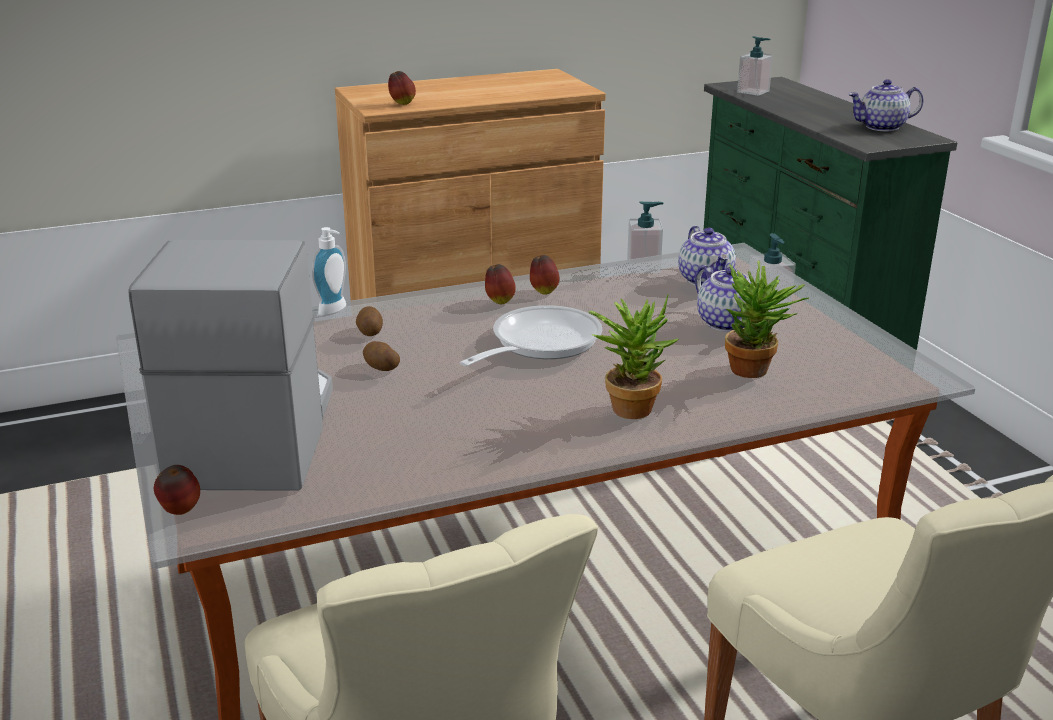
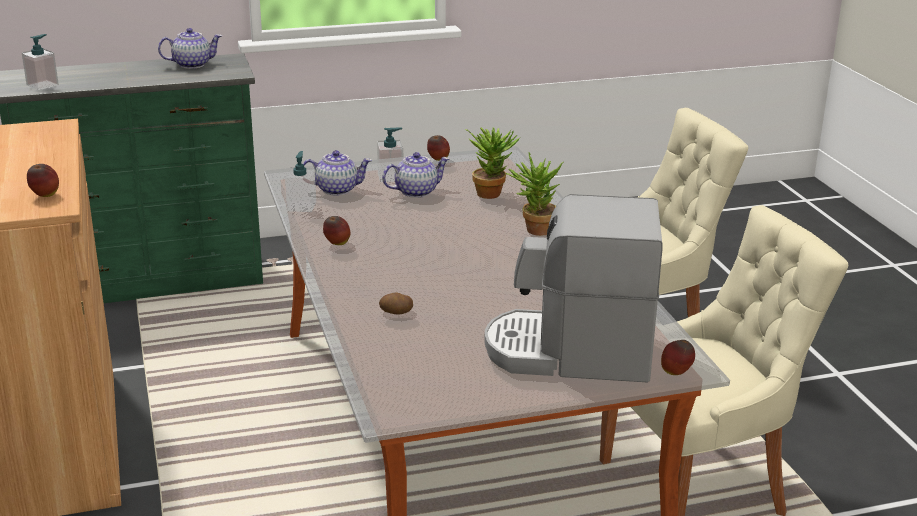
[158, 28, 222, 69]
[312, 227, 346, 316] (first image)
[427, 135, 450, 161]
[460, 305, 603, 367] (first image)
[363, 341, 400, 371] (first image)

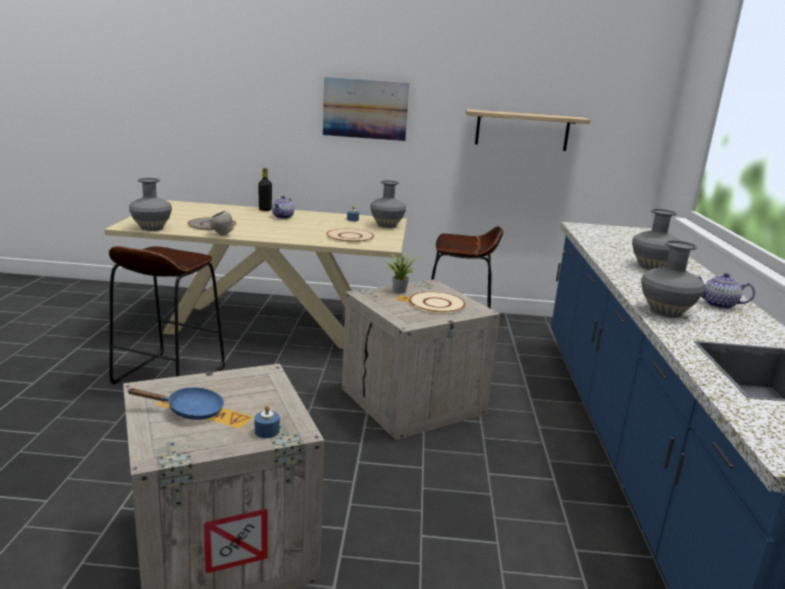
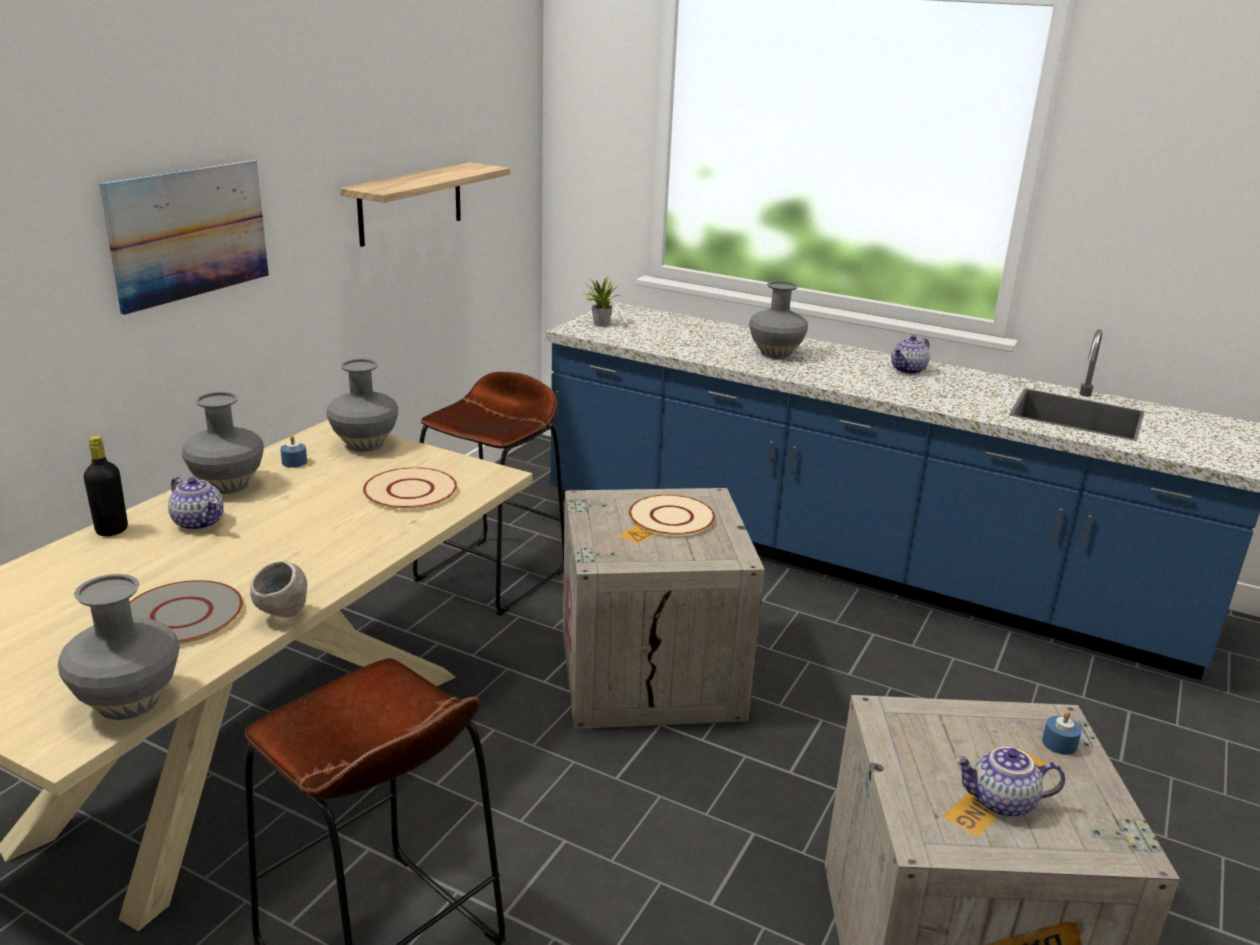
[182, 392, 264, 494]
[582, 276, 620, 327]
[954, 747, 1065, 818]

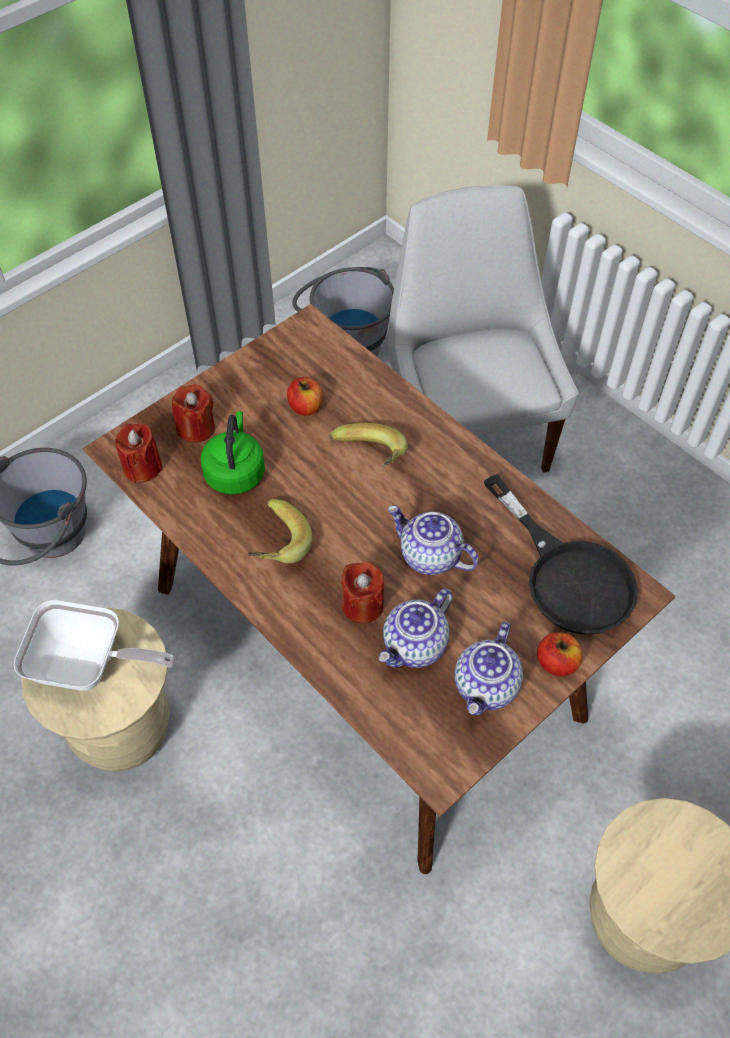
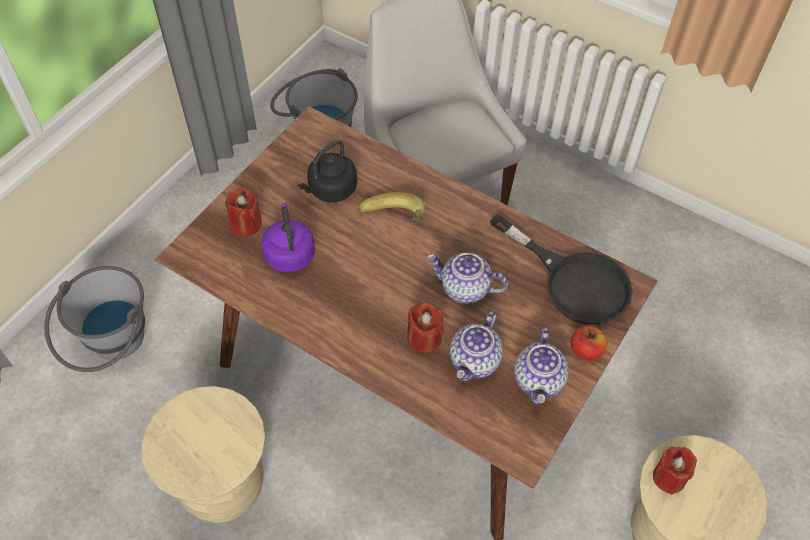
[297, 140, 357, 202]
[262, 203, 315, 272]
[653, 447, 697, 495]
[247, 499, 312, 563] (first image)
[13, 600, 175, 691] (first image)

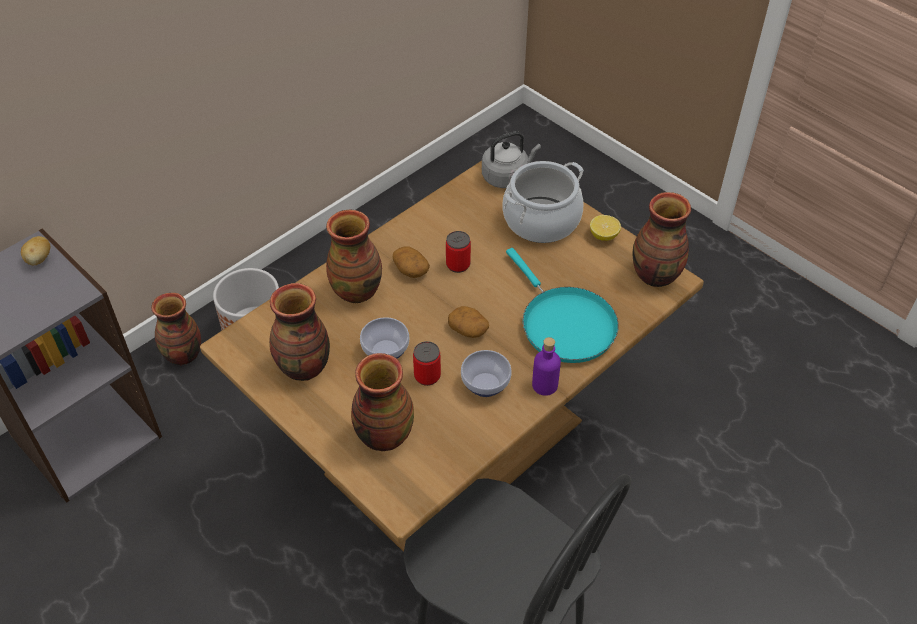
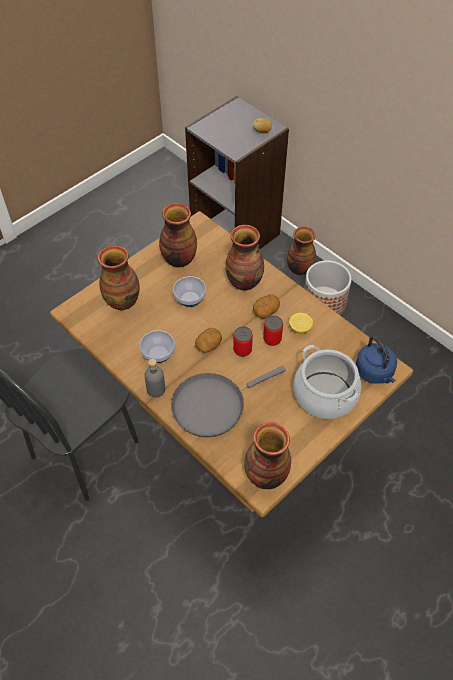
[356, 336, 397, 384]
[289, 313, 313, 334]
[171, 365, 286, 438]
[145, 359, 165, 398]
[233, 326, 253, 357]

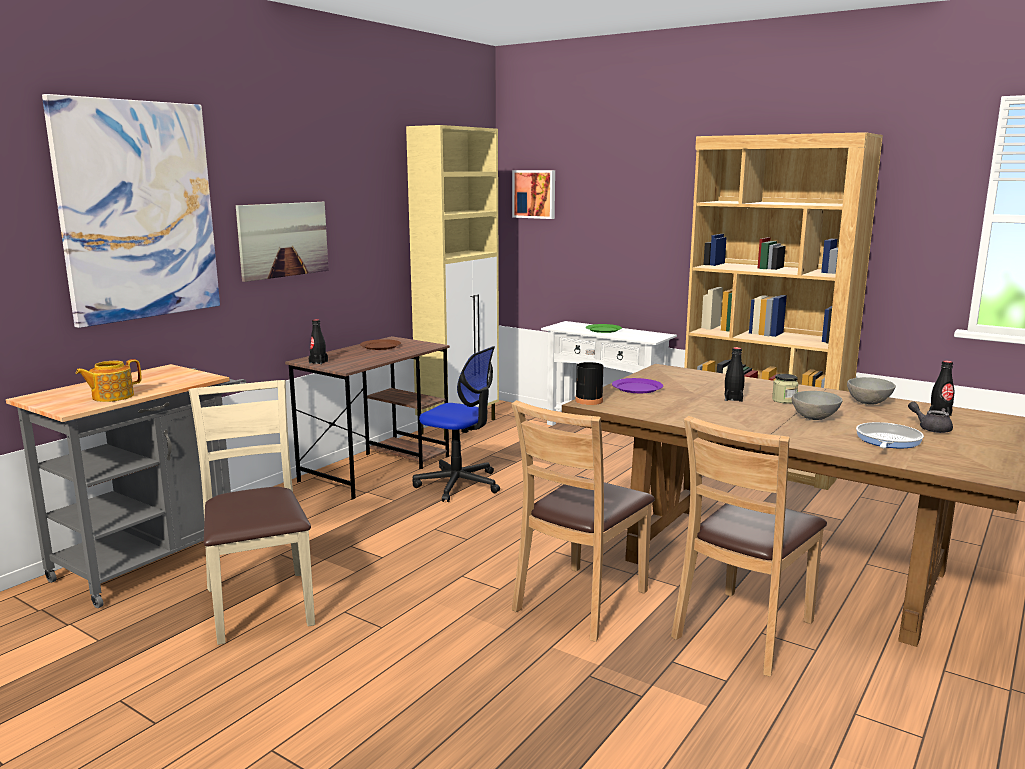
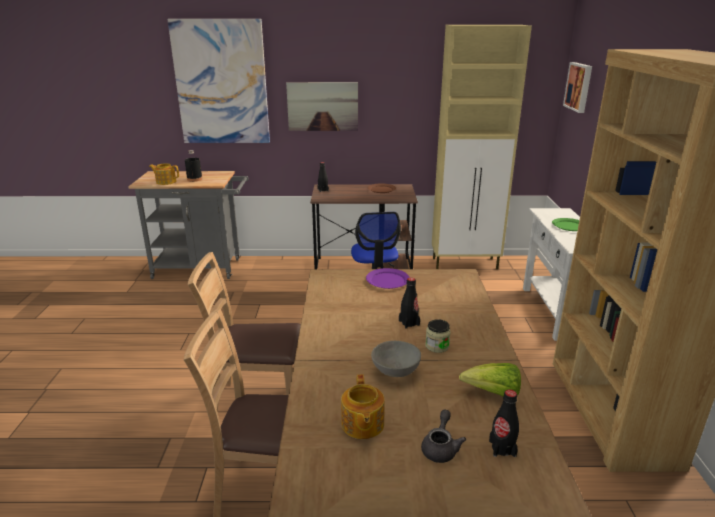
[185, 150, 203, 182]
[459, 363, 521, 396]
[189, 380, 315, 645] (first image)
[341, 375, 385, 439]

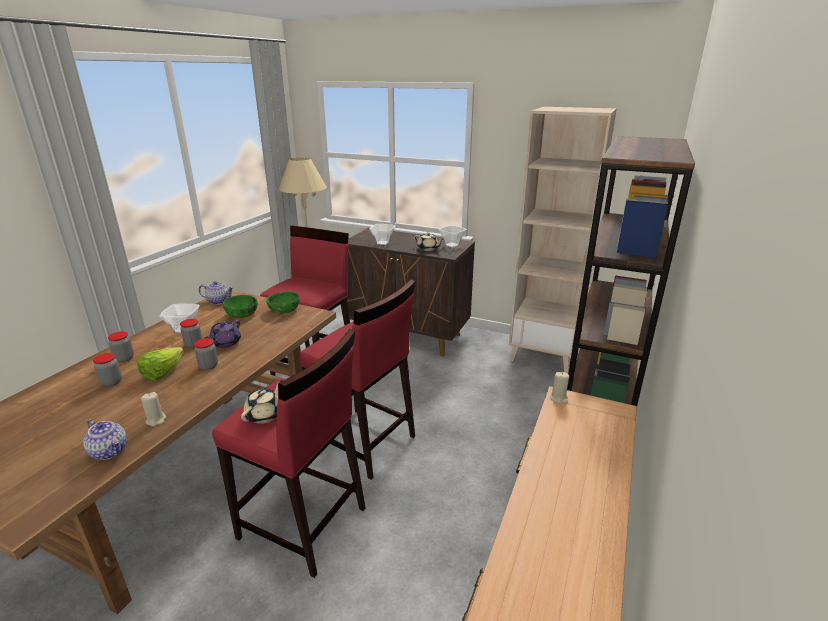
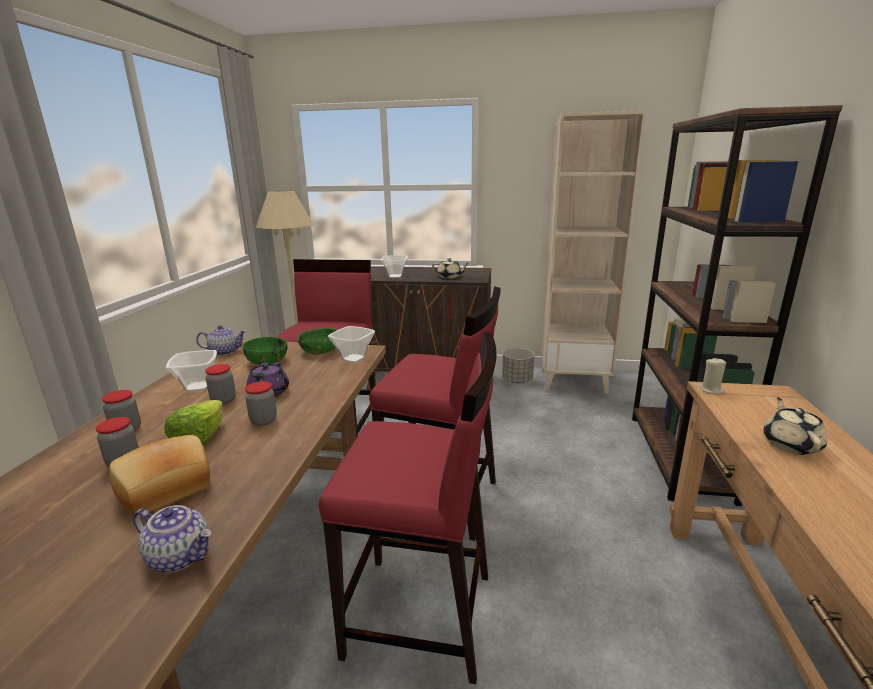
[328, 326, 375, 363]
[764, 397, 827, 455]
[141, 392, 166, 426] (first image)
[502, 348, 534, 383]
[109, 435, 210, 516]

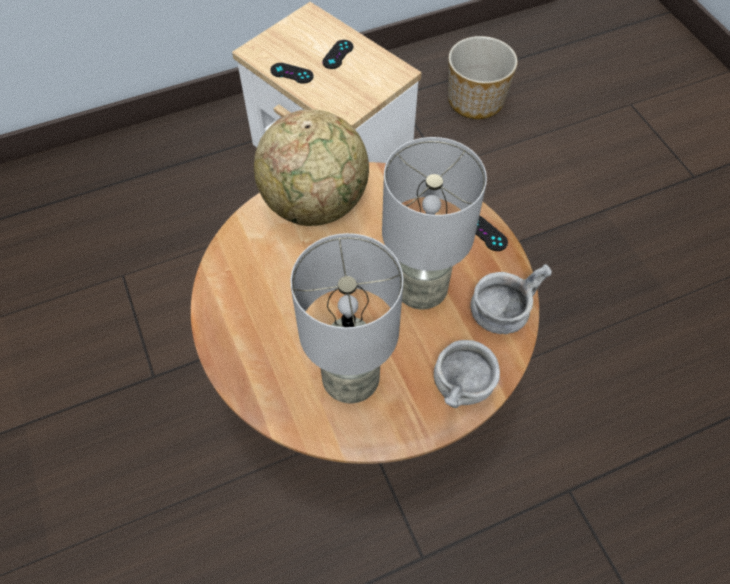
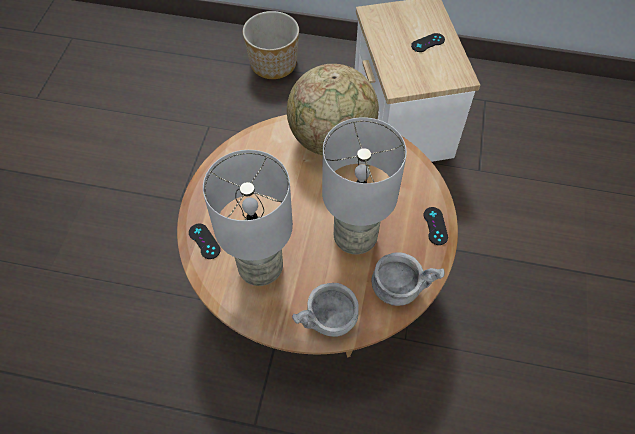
[243, 11, 299, 79]
[189, 224, 221, 259]

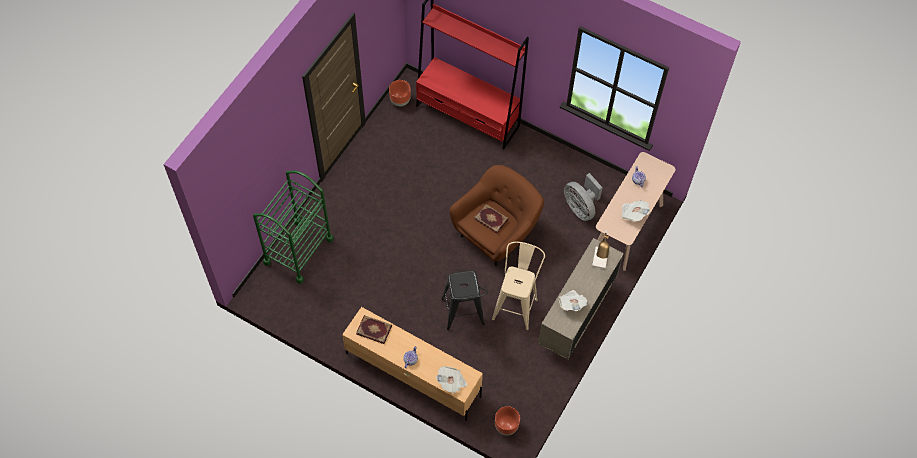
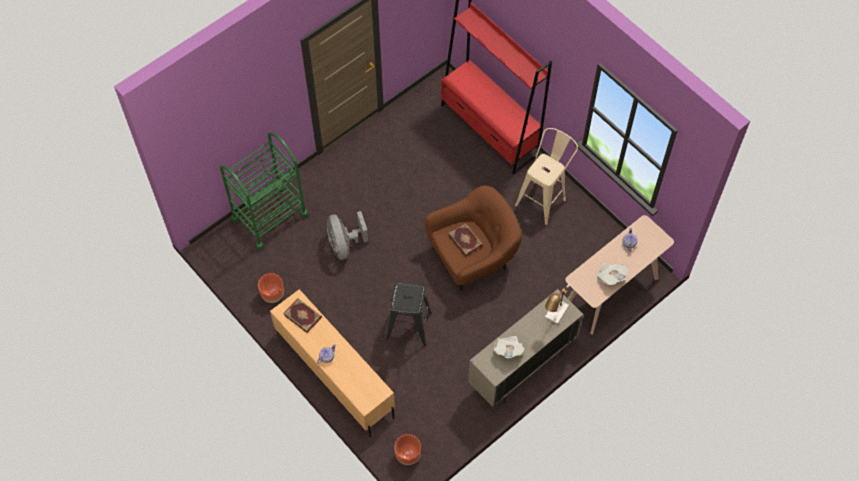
[258, 273, 284, 303]
[327, 211, 368, 260]
[515, 128, 578, 225]
[436, 366, 468, 393] (first image)

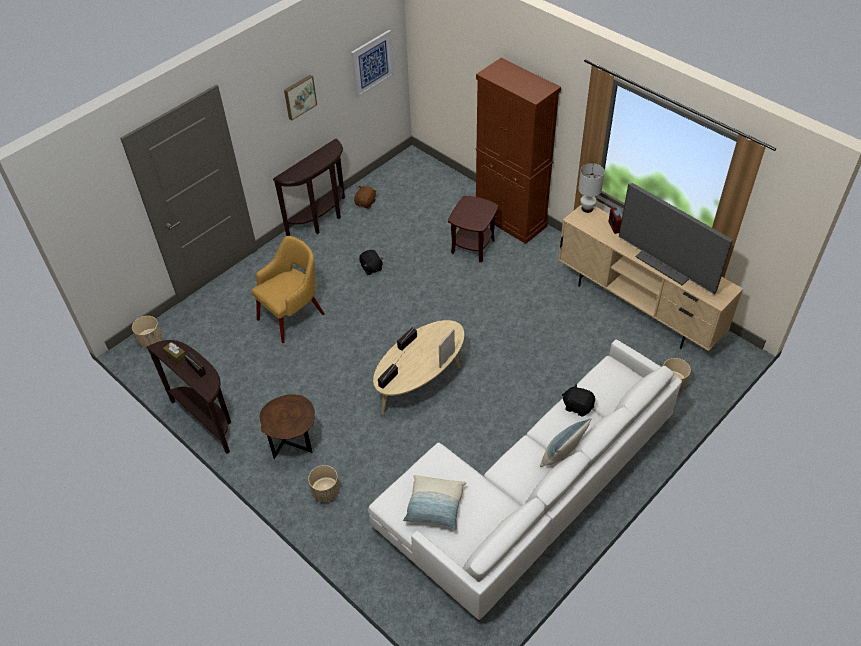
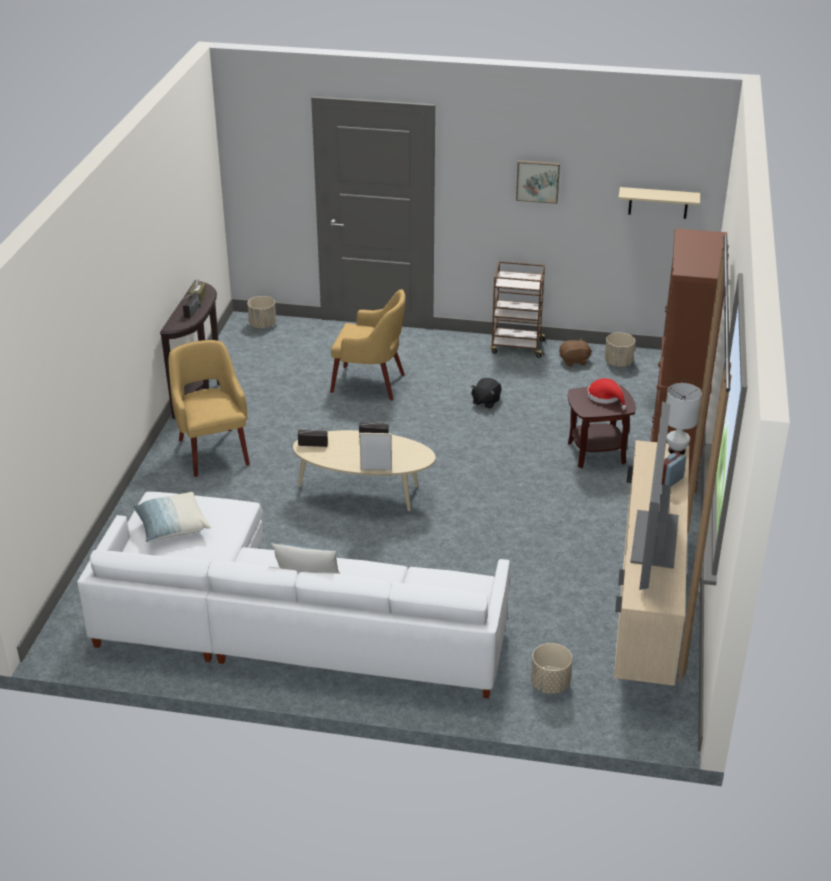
[618, 187, 700, 219]
[490, 261, 548, 358]
[562, 384, 595, 417] (first image)
[168, 340, 250, 477]
[605, 333, 635, 367]
[587, 378, 627, 410]

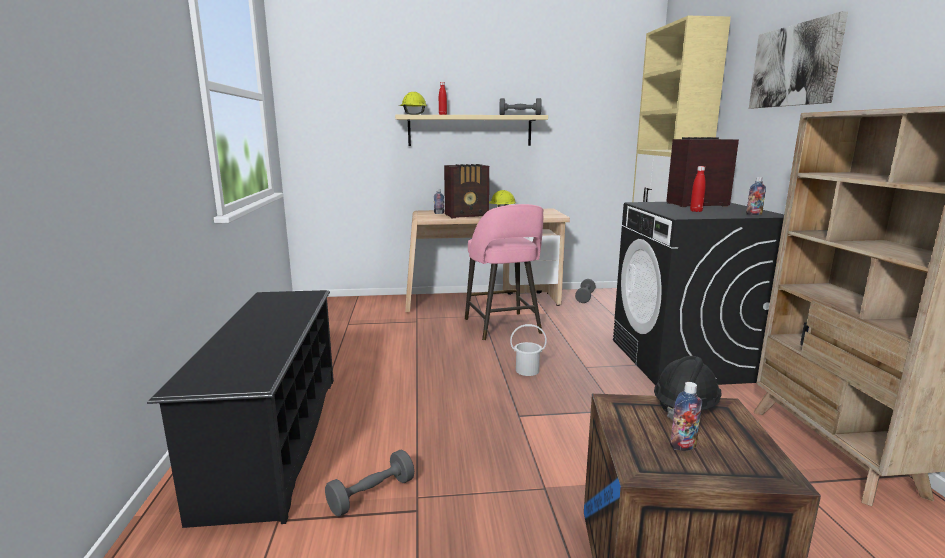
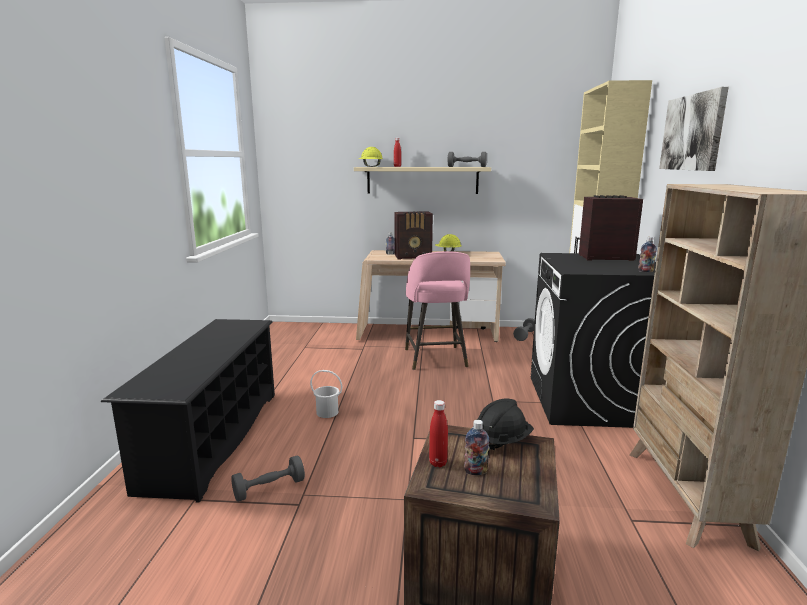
[429, 400, 448, 467]
[310, 370, 342, 418]

